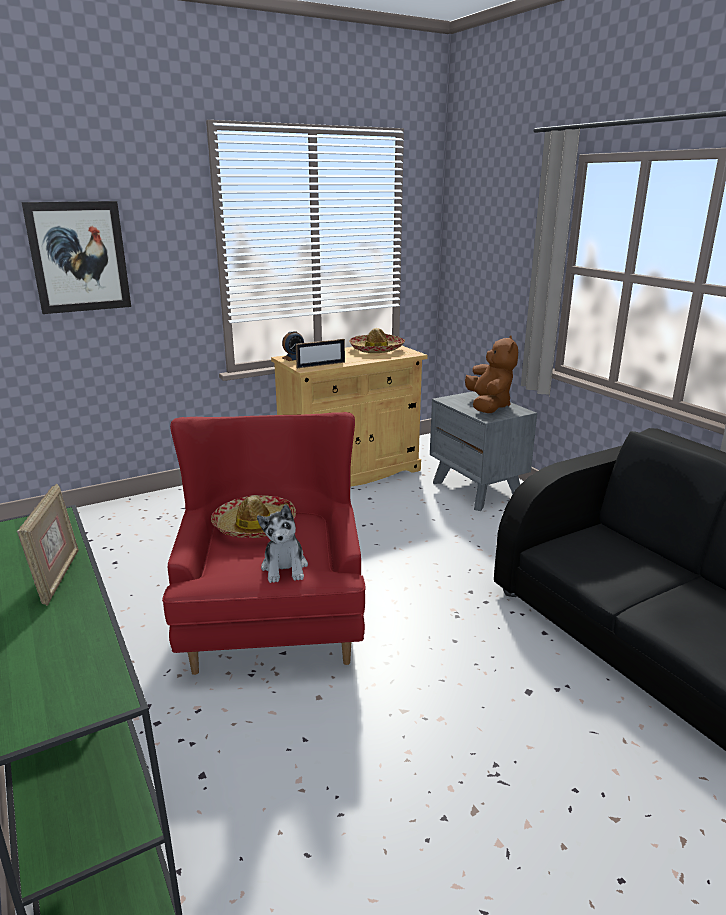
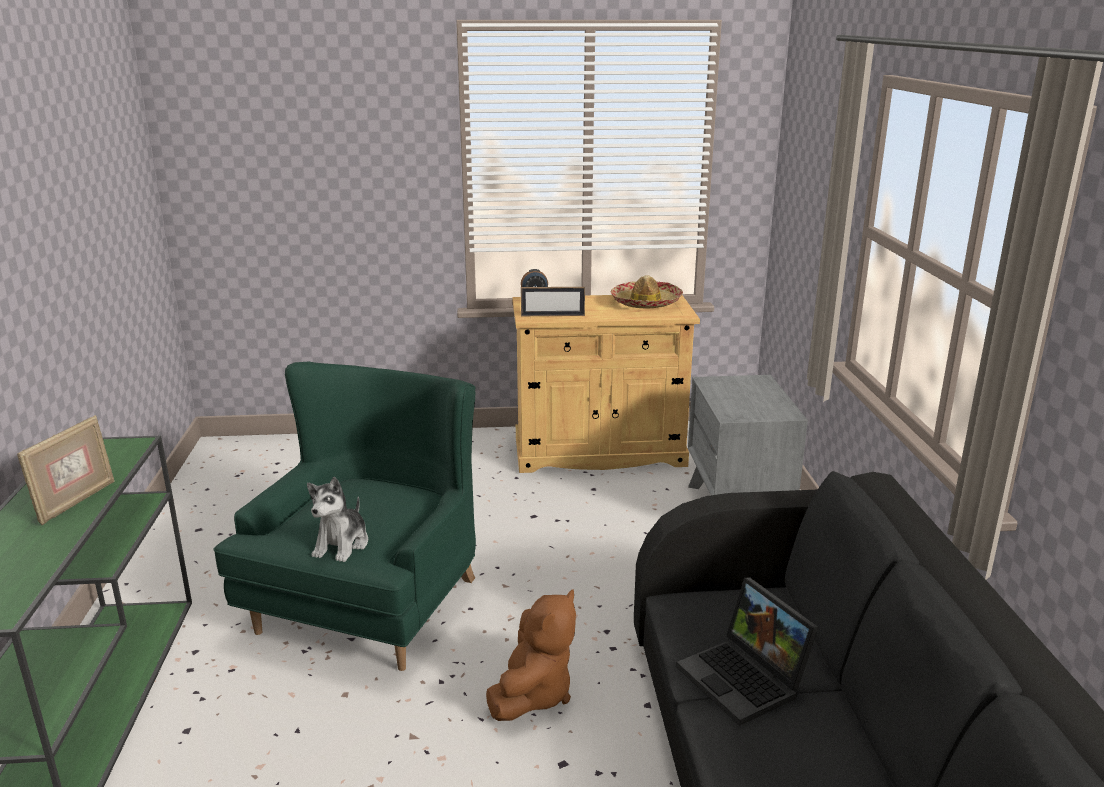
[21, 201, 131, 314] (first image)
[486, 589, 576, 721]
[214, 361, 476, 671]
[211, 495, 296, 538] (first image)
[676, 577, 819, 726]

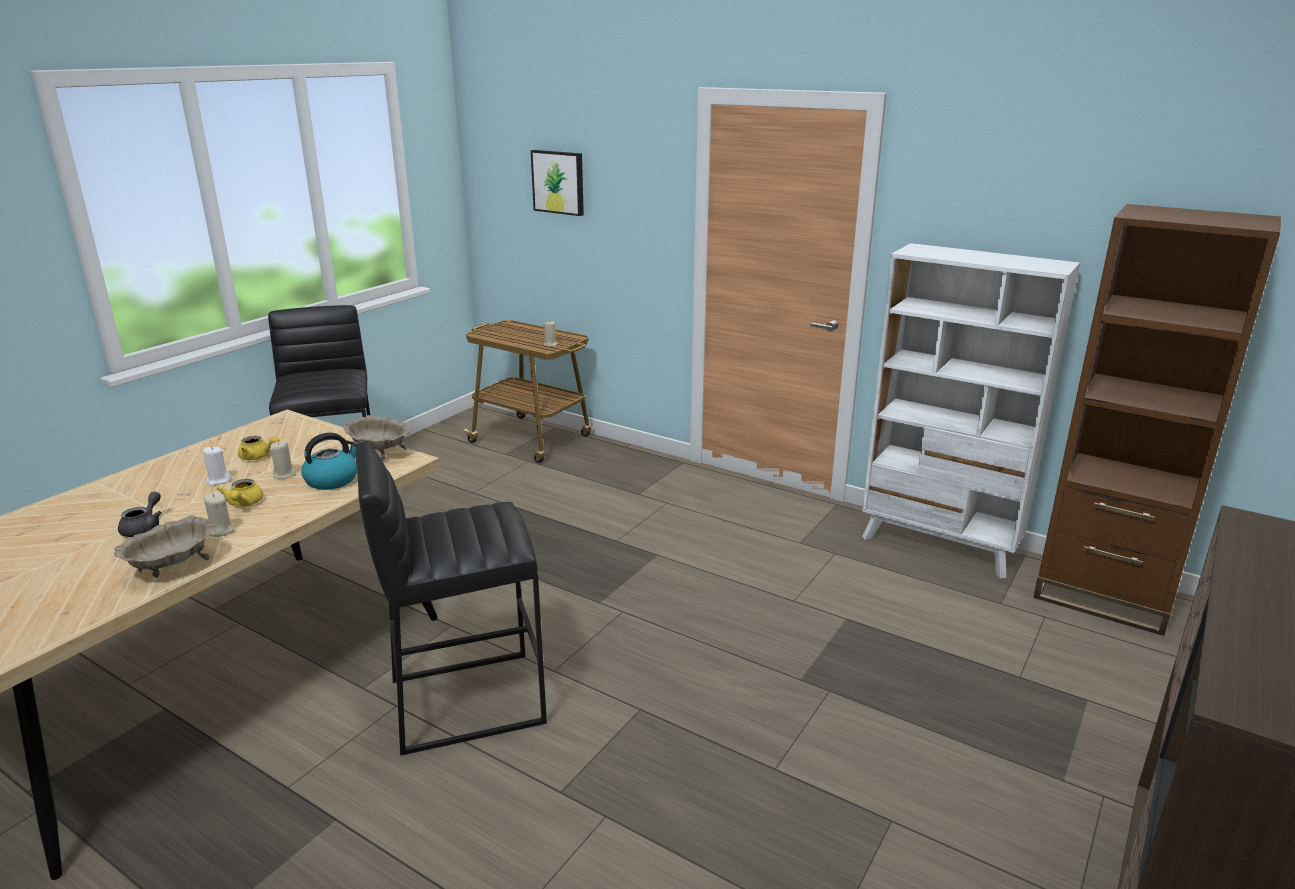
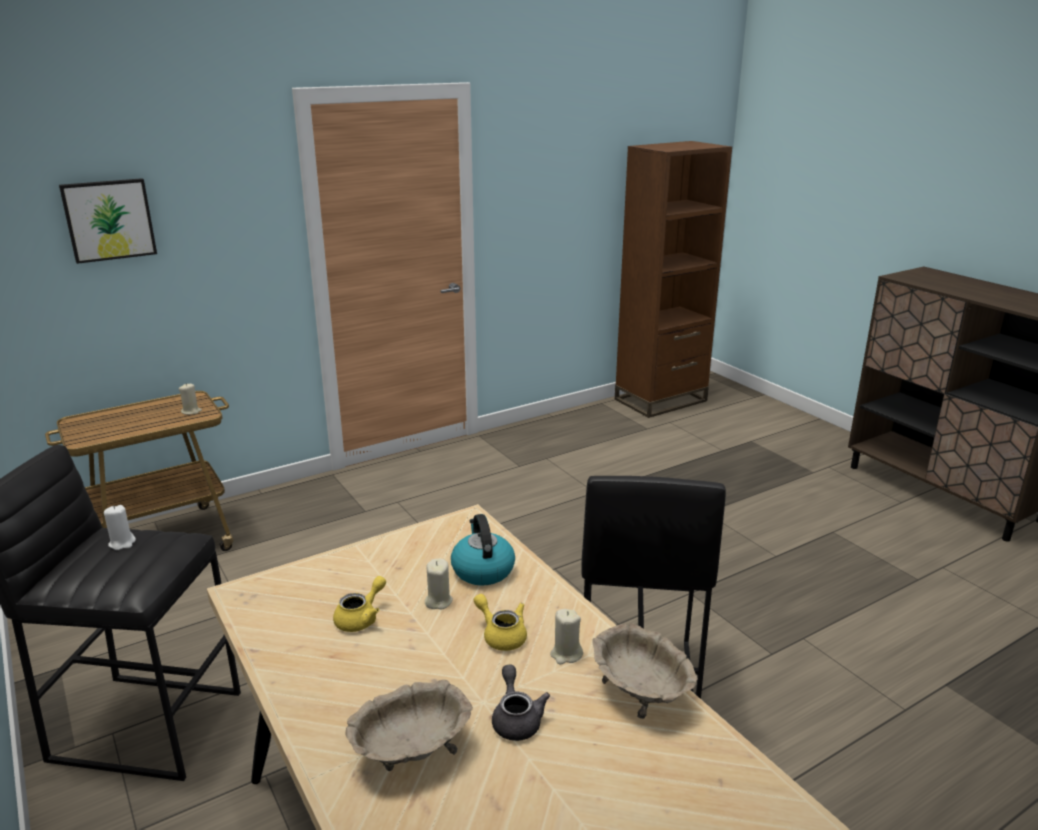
[862, 243, 1080, 579] (first image)
[346, 680, 473, 771]
[104, 505, 136, 550]
[474, 594, 527, 651]
[492, 664, 550, 741]

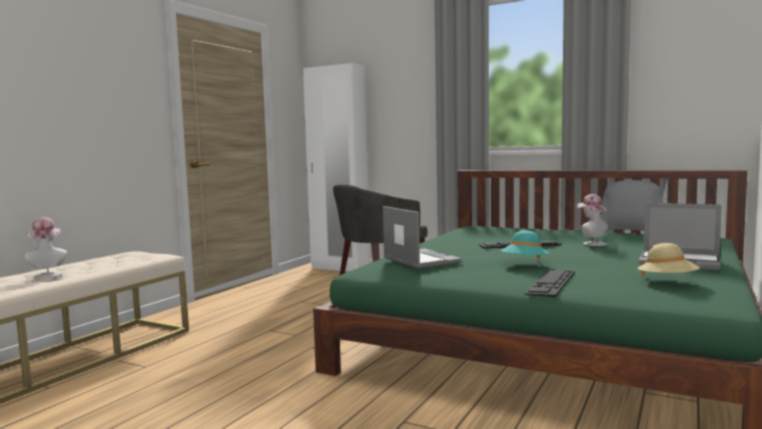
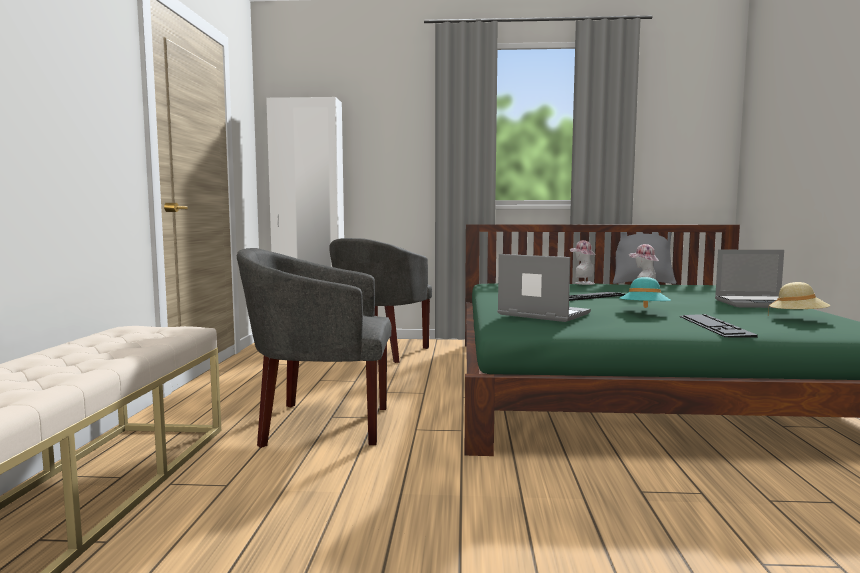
[570, 240, 595, 285]
[237, 248, 391, 448]

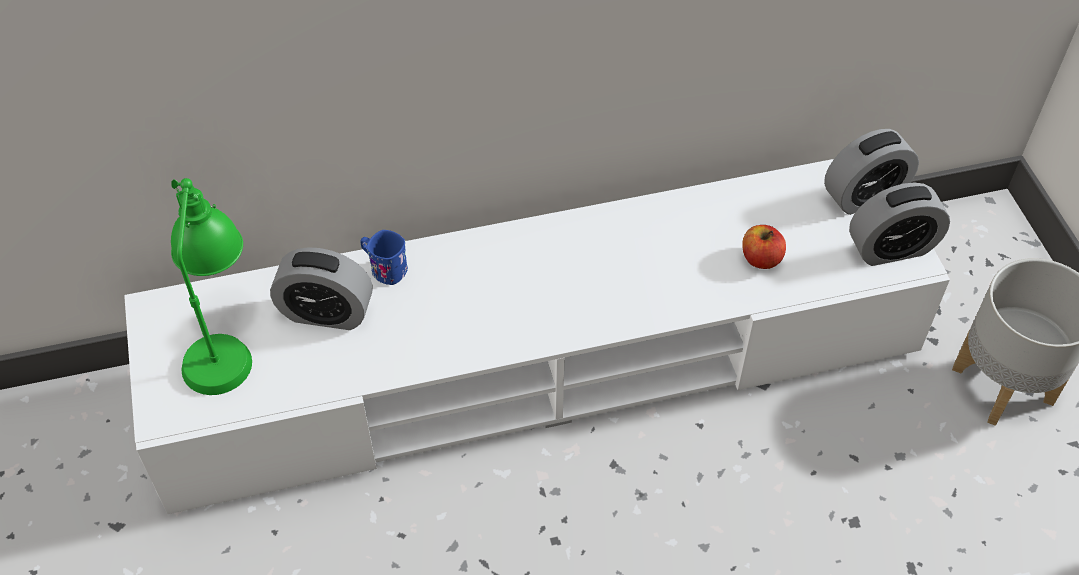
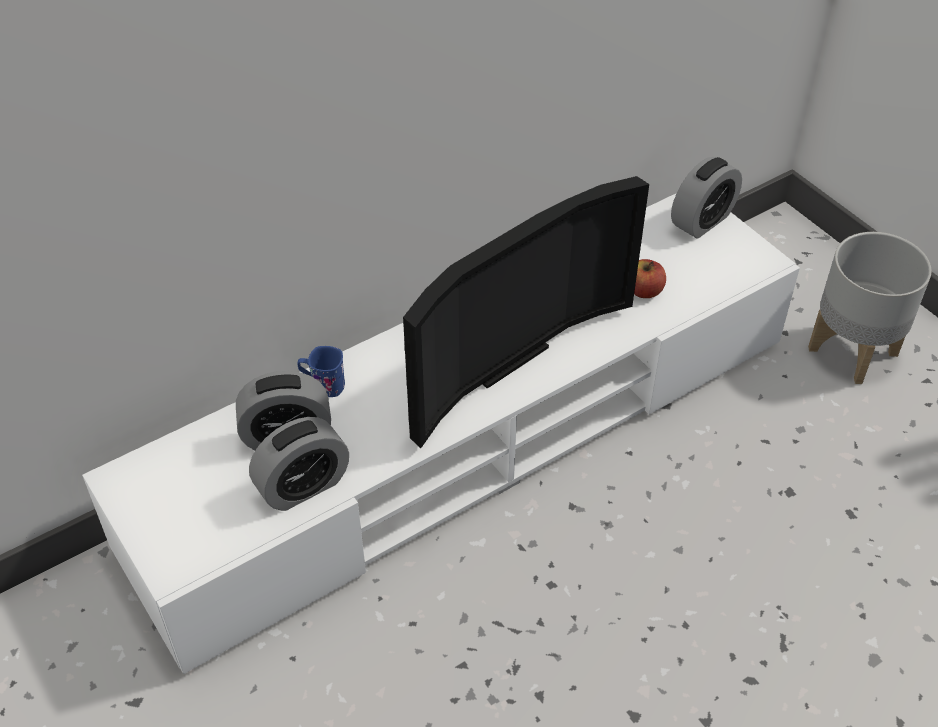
[171, 178, 252, 395] (first image)
[249, 417, 349, 511]
[403, 176, 649, 448]

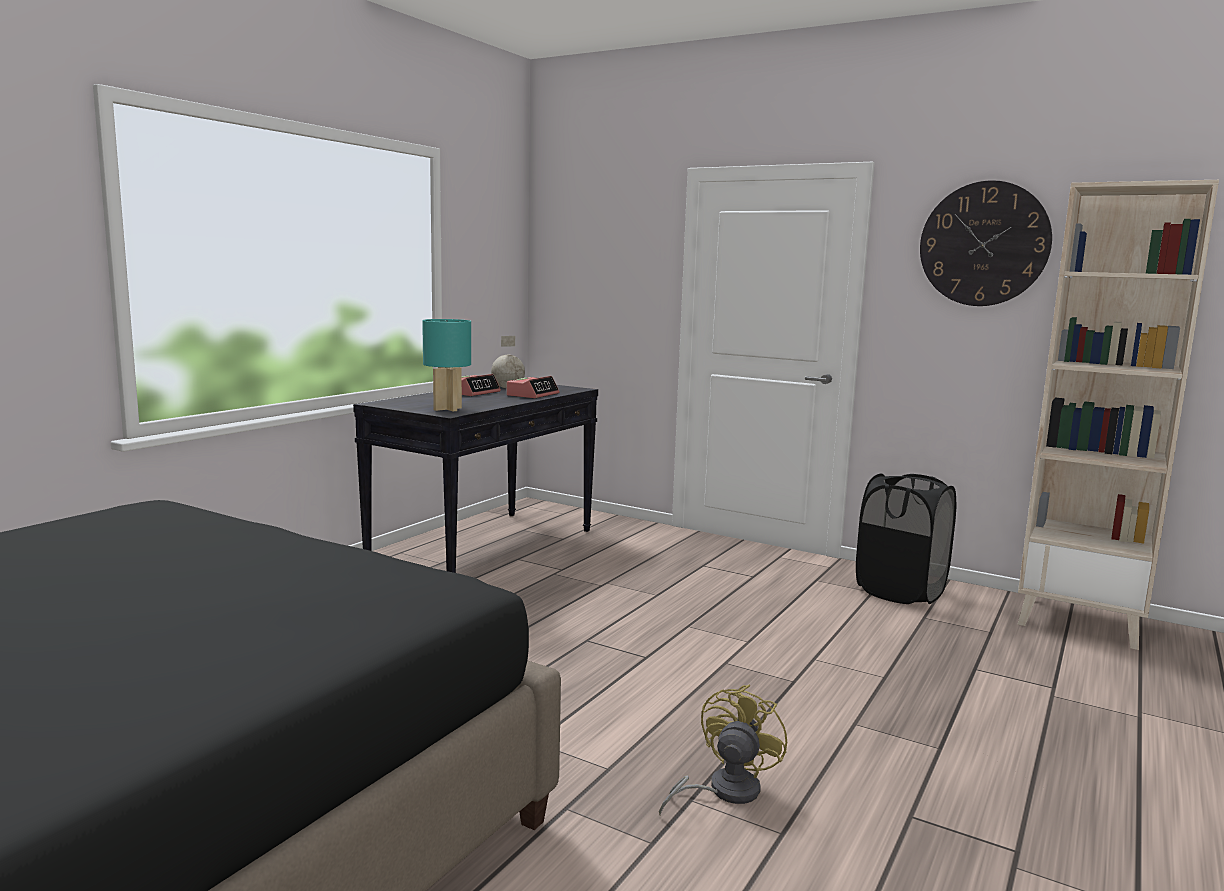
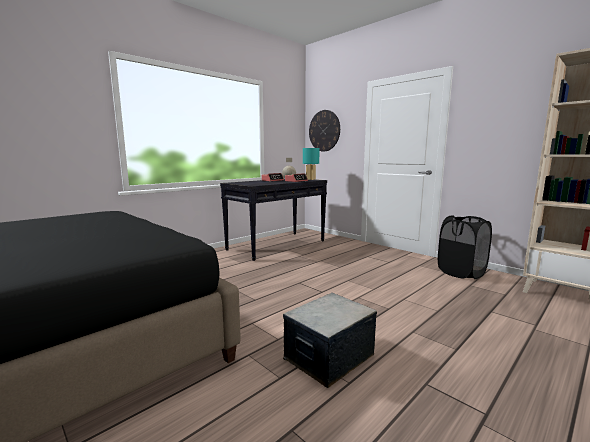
[309, 110, 340, 151]
[303, 148, 319, 180]
[283, 293, 377, 388]

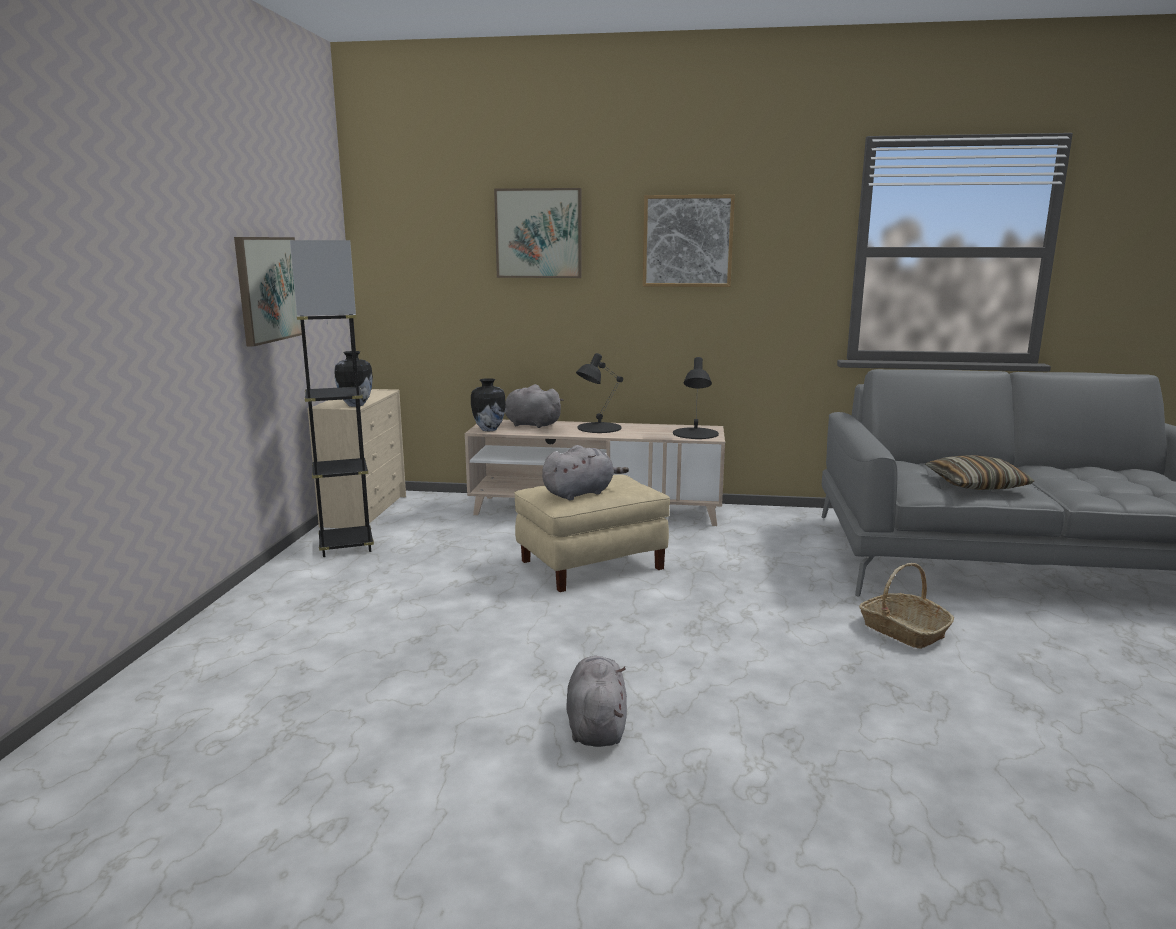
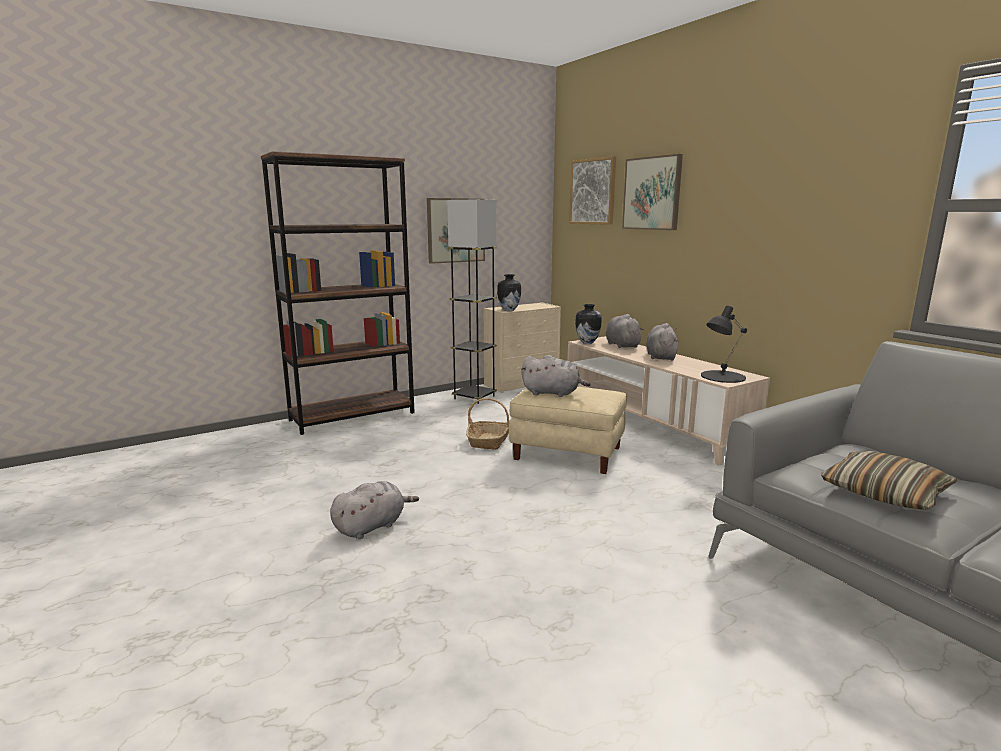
[569, 156, 616, 225]
[646, 323, 678, 361]
[466, 398, 509, 450]
[261, 151, 415, 435]

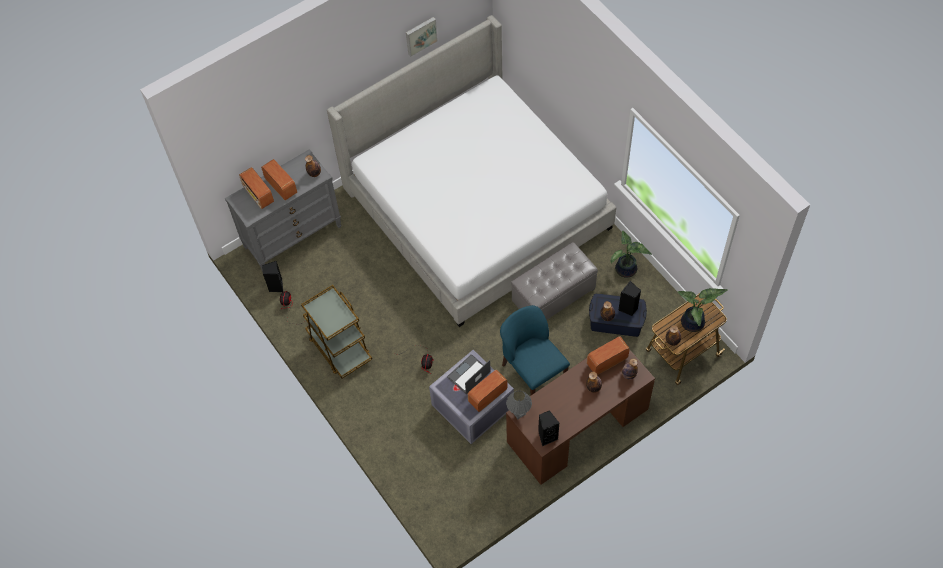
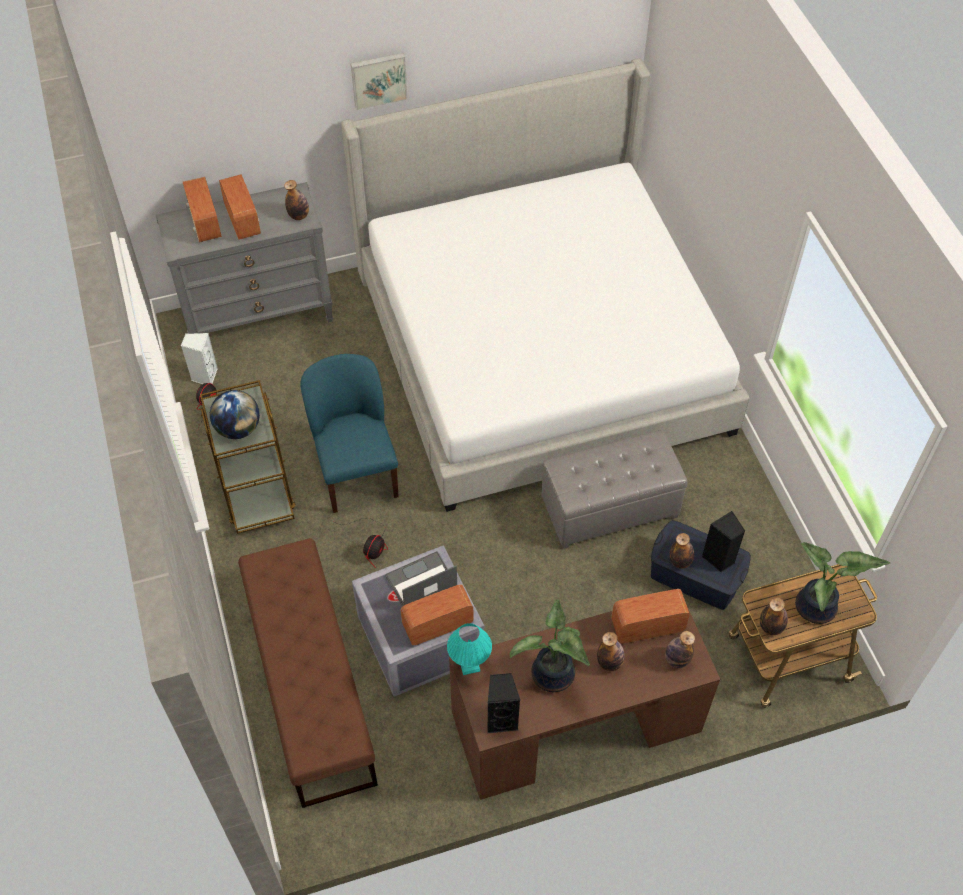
[351, 53, 408, 110]
[510, 599, 590, 692]
[181, 333, 218, 384]
[301, 354, 399, 513]
[447, 623, 492, 675]
[210, 390, 260, 439]
[238, 538, 378, 808]

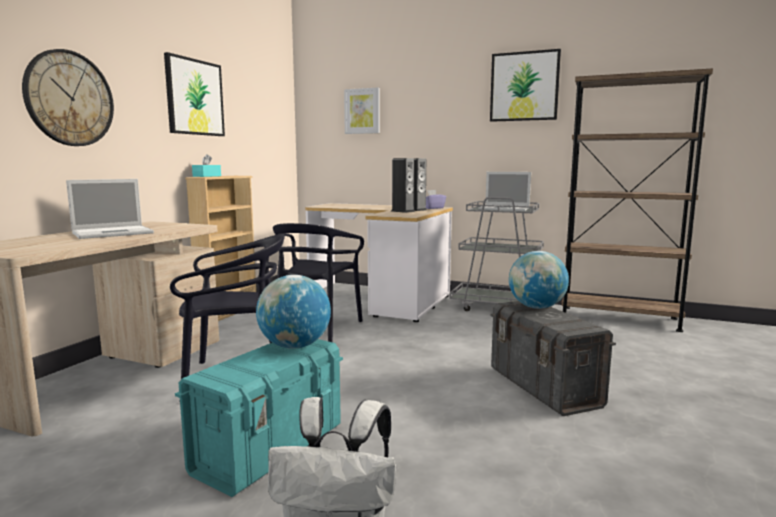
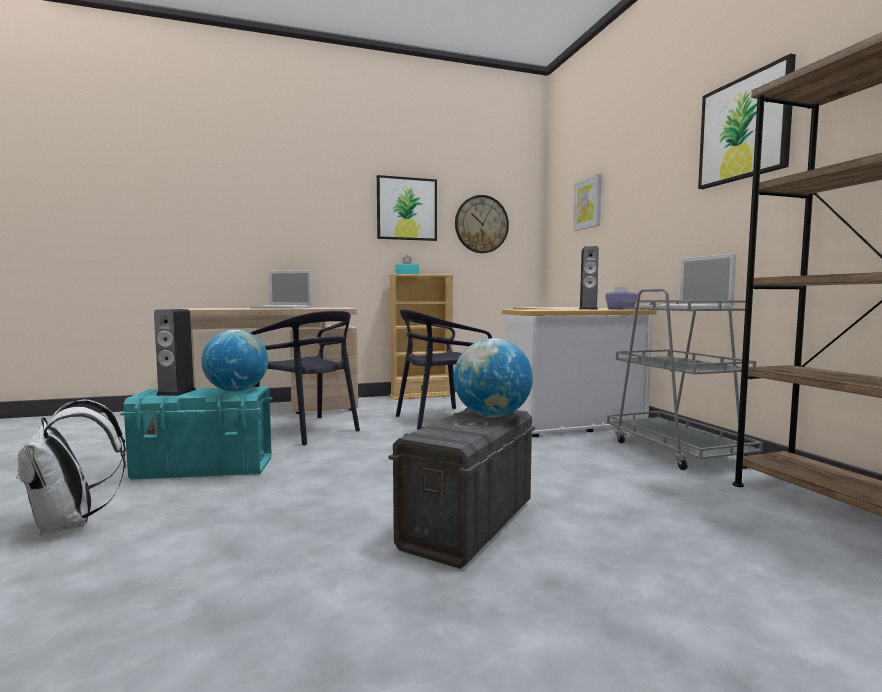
[455, 195, 509, 253]
[154, 309, 196, 396]

